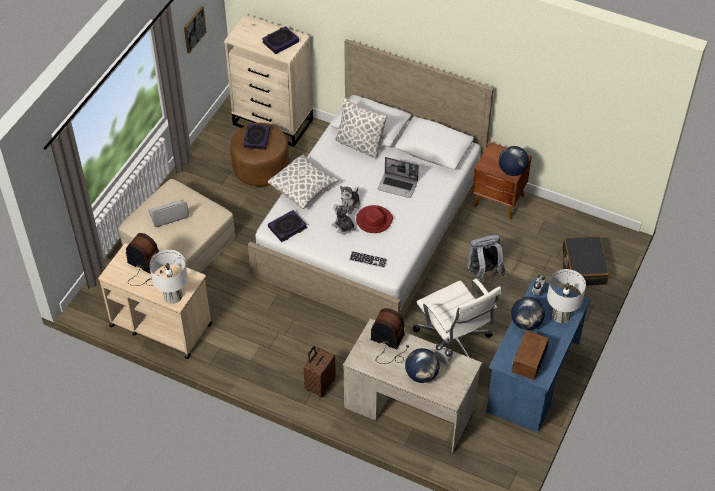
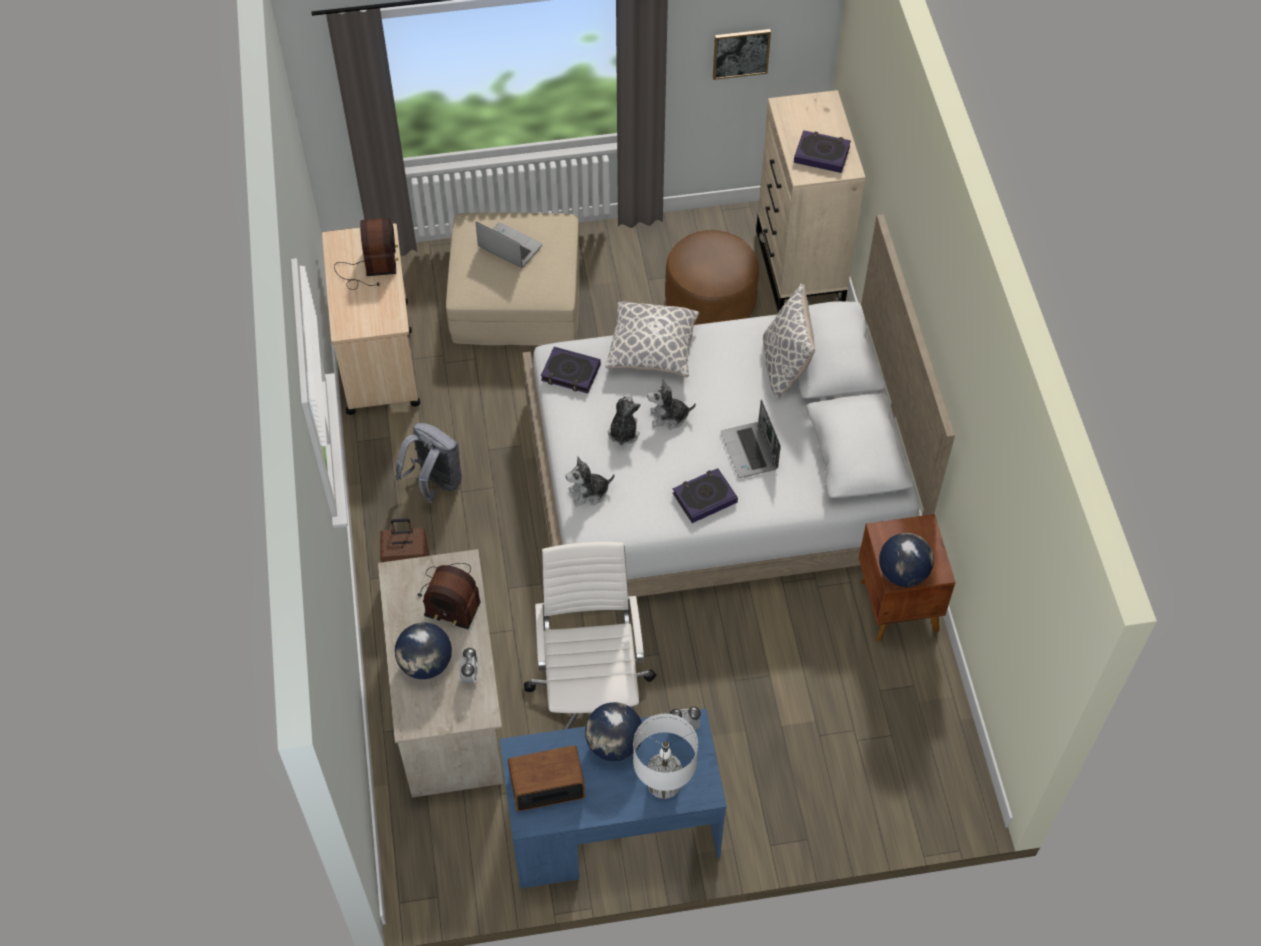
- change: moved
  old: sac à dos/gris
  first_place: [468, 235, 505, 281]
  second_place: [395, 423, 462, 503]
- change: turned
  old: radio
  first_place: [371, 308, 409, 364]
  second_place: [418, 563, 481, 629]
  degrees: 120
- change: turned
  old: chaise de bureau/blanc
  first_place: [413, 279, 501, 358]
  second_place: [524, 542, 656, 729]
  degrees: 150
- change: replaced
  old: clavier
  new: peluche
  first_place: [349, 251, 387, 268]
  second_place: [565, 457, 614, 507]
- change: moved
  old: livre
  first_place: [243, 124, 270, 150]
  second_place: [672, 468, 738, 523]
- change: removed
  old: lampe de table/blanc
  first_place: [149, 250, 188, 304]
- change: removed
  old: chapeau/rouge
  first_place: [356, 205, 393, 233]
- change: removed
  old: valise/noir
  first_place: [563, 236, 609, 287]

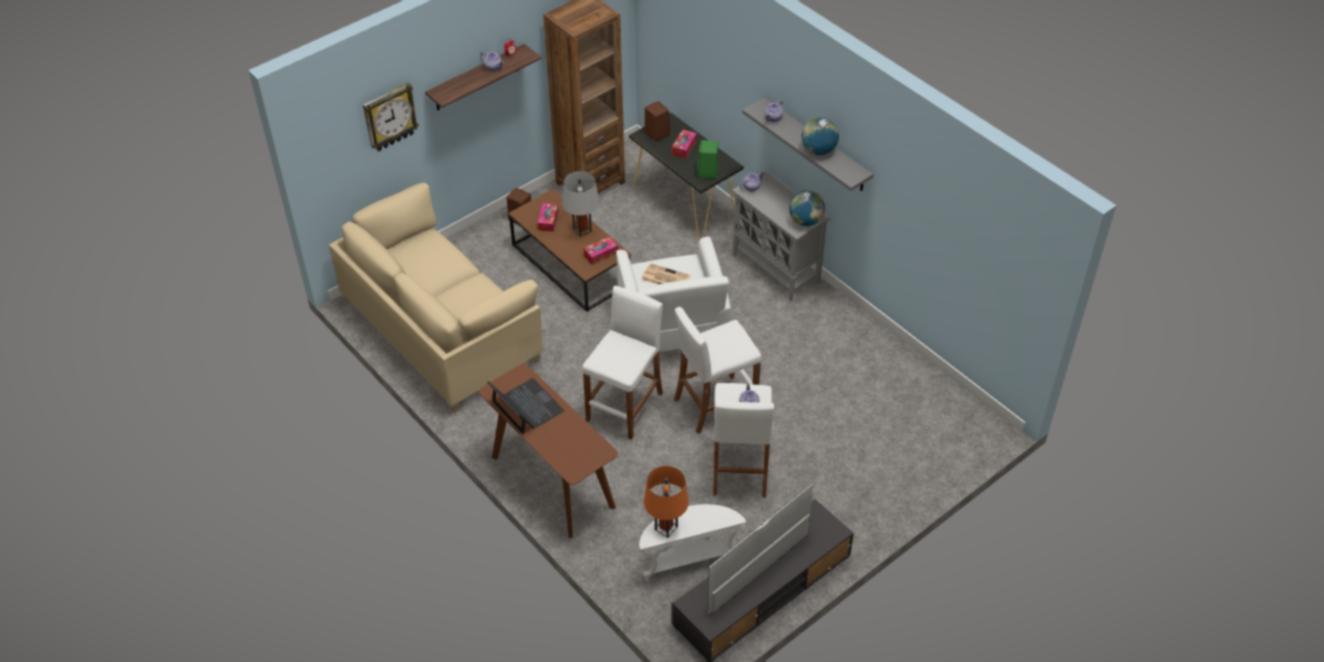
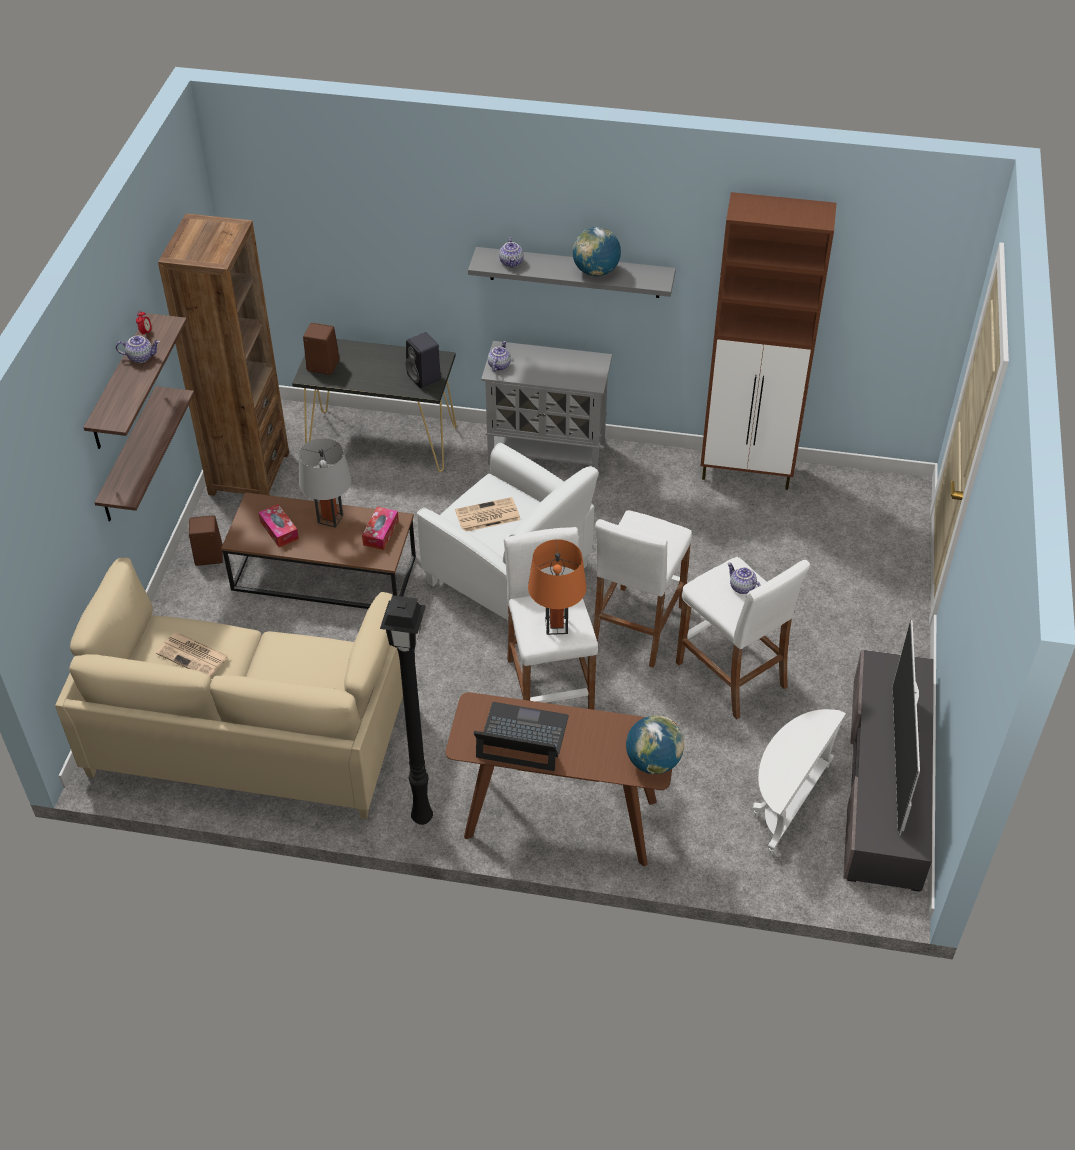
- change: added
  new: étagère
  second_place: [94, 386, 194, 521]
- change: added
  new: journal
  second_place: [156, 632, 229, 677]
- change: added
  new: lampadaire/noir
  second_place: [380, 595, 433, 825]
- change: recoloured
  old: enceinte/vert
  new: enceinte/noir
  first_place: [697, 140, 718, 179]
  second_place: [405, 332, 441, 388]
- change: moved
  old: lampe de table/orange
  first_place: [644, 466, 689, 538]
  second_place: [528, 539, 586, 635]
- change: moved
  old: globe
  first_place: [789, 190, 825, 226]
  second_place: [626, 716, 684, 775]
- change: added
  new: meuble de rangement/marron
  second_place: [700, 192, 836, 490]
- change: removed
  old: horloge murale
  first_place: [363, 82, 419, 151]
- change: removed
  old: boîte à mouchoirs
  first_place: [672, 130, 697, 158]

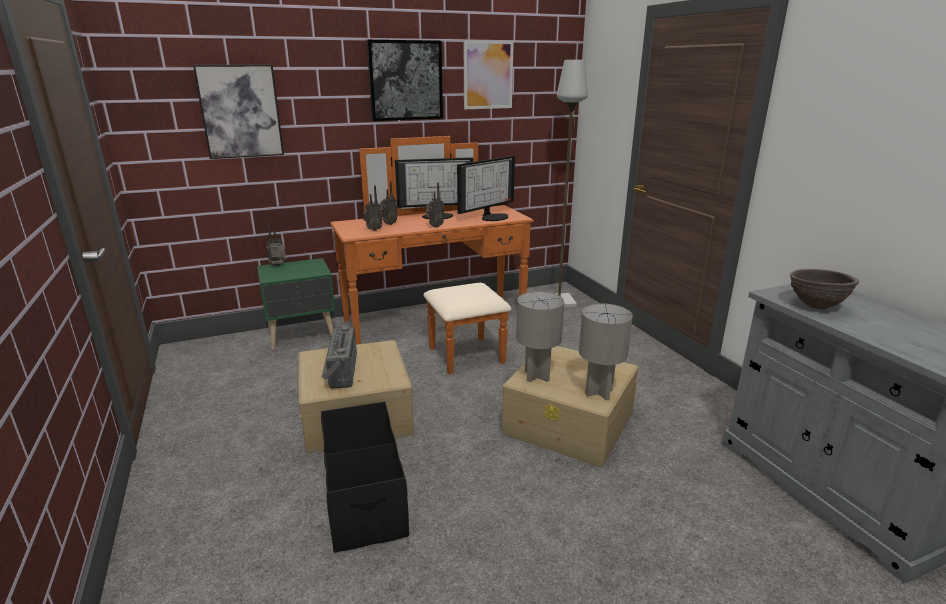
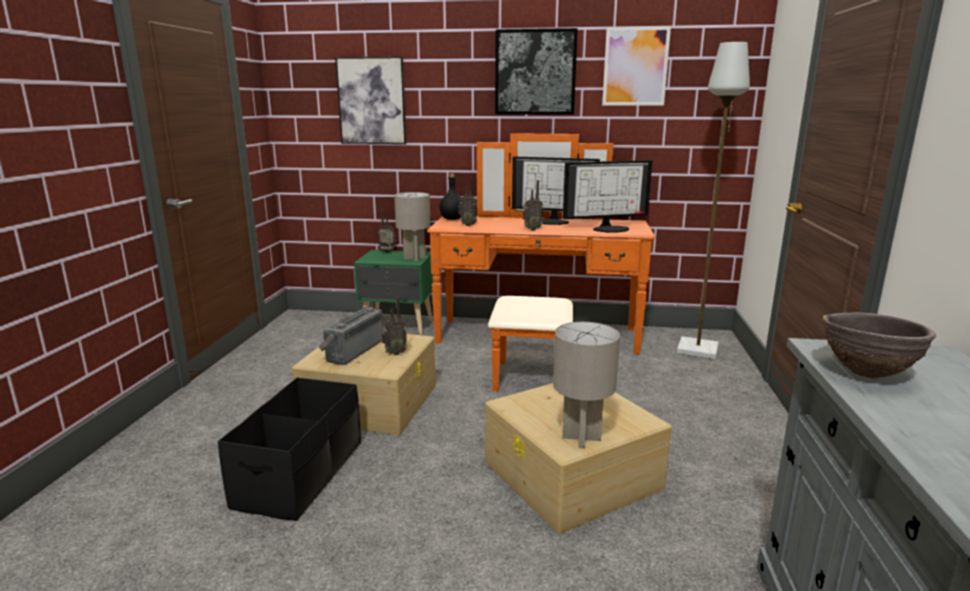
- change: moved
  old: radio
  first_place: [380, 180, 398, 225]
  second_place: [381, 297, 407, 355]
- change: moved
  old: lampe de table/gris
  first_place: [516, 291, 565, 382]
  second_place: [394, 192, 431, 261]
- change: added
  new: bouteille/noir
  second_place: [439, 173, 462, 220]

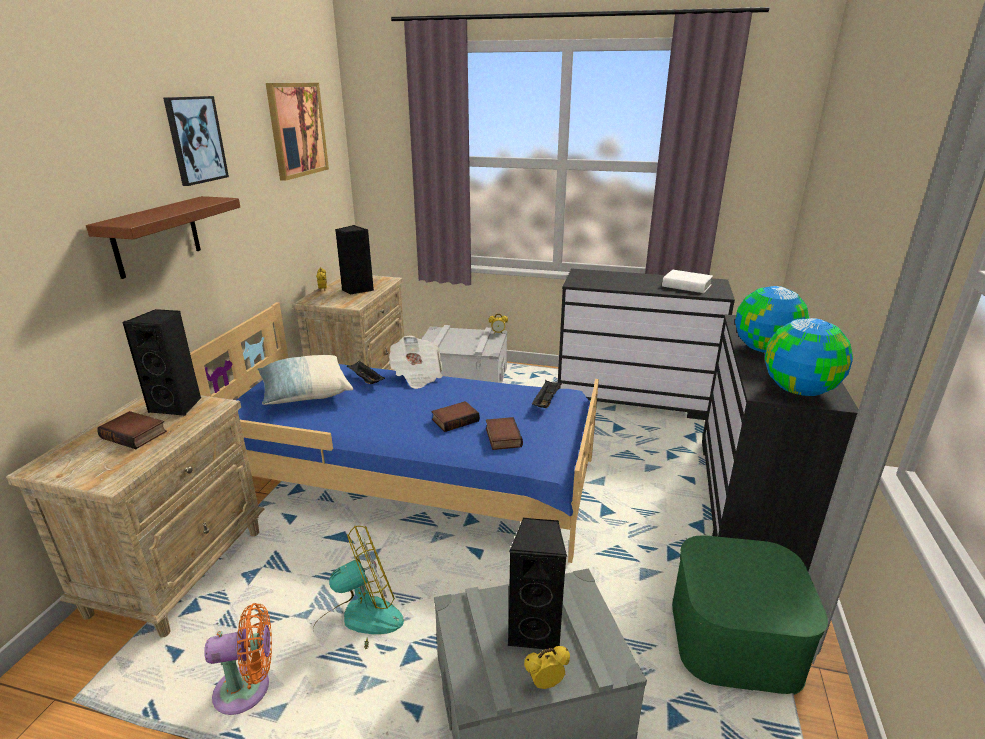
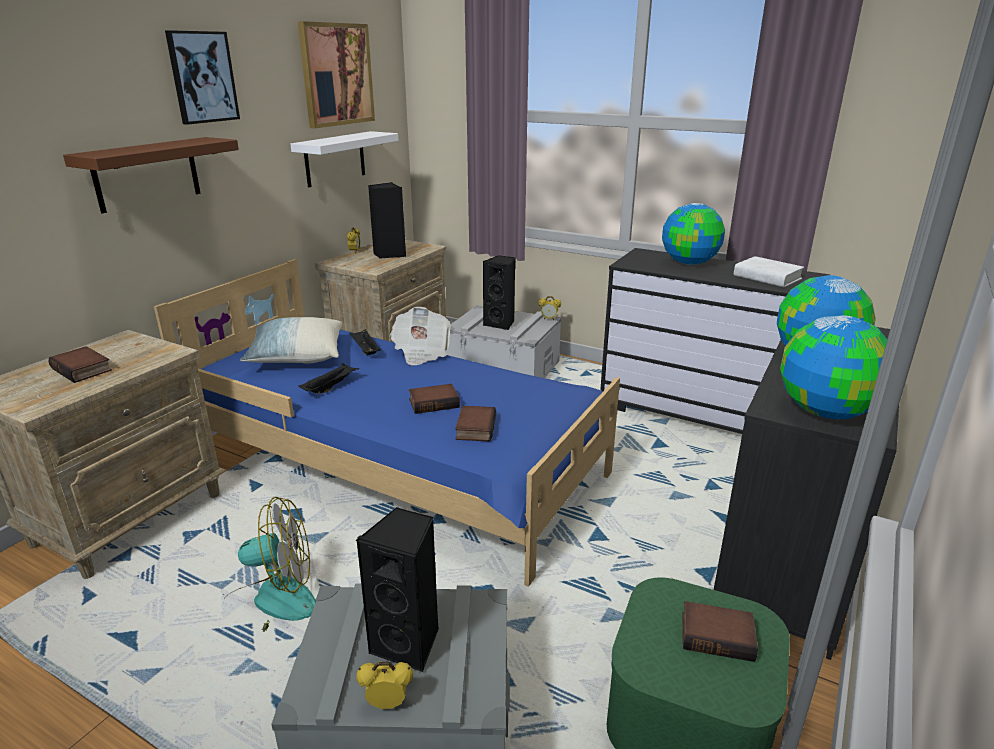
- change: added
  new: étagère/blanc
  second_place: [290, 131, 398, 187]
- change: moved
  old: plateau/noir
  first_place: [532, 380, 563, 408]
  second_place: [299, 363, 359, 394]
- change: moved
  old: enceinte/noir
  first_place: [122, 309, 202, 417]
  second_place: [483, 255, 515, 330]
- change: added
  new: globe
  second_place: [662, 203, 725, 265]
- change: added
  new: livre
  second_place: [682, 601, 758, 662]
- change: removed
  old: ventilateur/orange
  first_place: [204, 603, 272, 715]

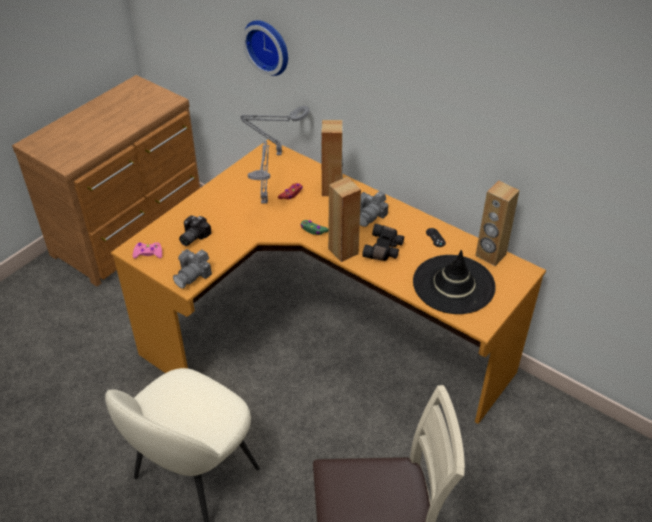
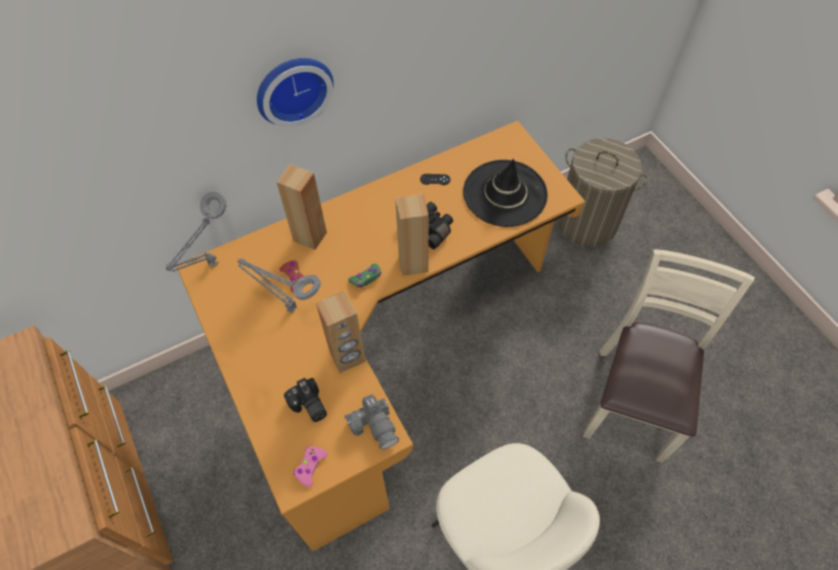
- change: moved
  old: horloge murale
  first_place: [242, 20, 288, 76]
  second_place: [257, 58, 334, 127]
- change: moved
  old: enceinte/marron
  first_place: [475, 181, 520, 266]
  second_place: [316, 291, 366, 373]
- change: added
  new: panier à linge
  second_place: [557, 138, 648, 247]
- change: removed
  old: appareil photo
  first_place: [360, 191, 388, 227]

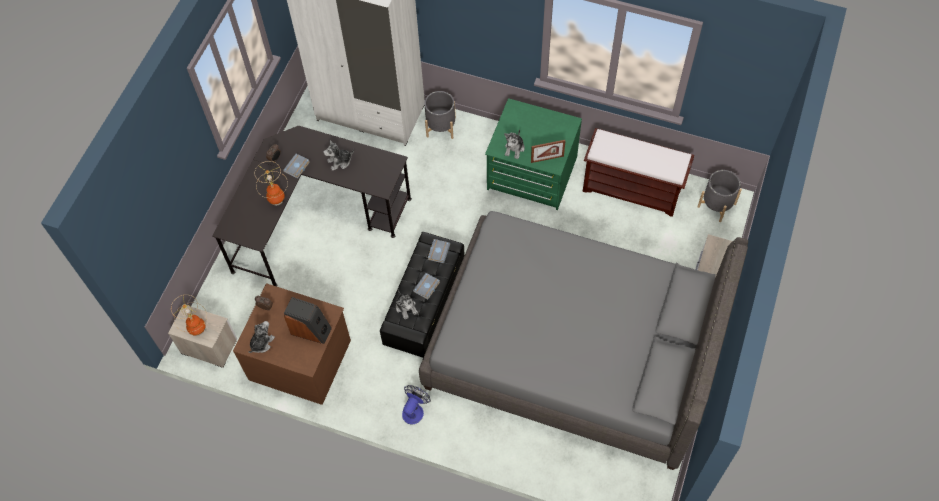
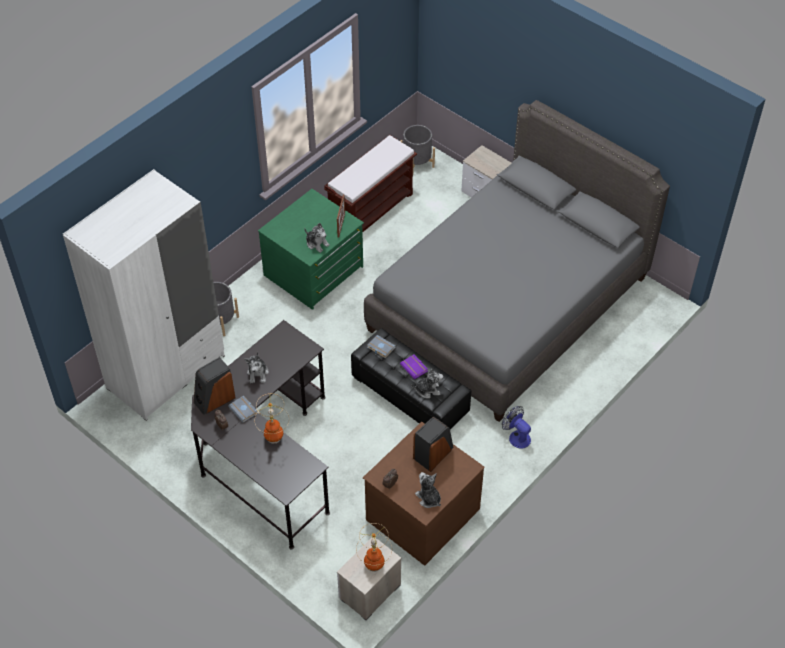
- change: added
  new: enceinte
  second_place: [194, 357, 235, 415]
- change: recoloured
  old: livre/gris
  new: livre/violet
  first_place: [413, 273, 440, 300]
  second_place: [400, 354, 428, 379]

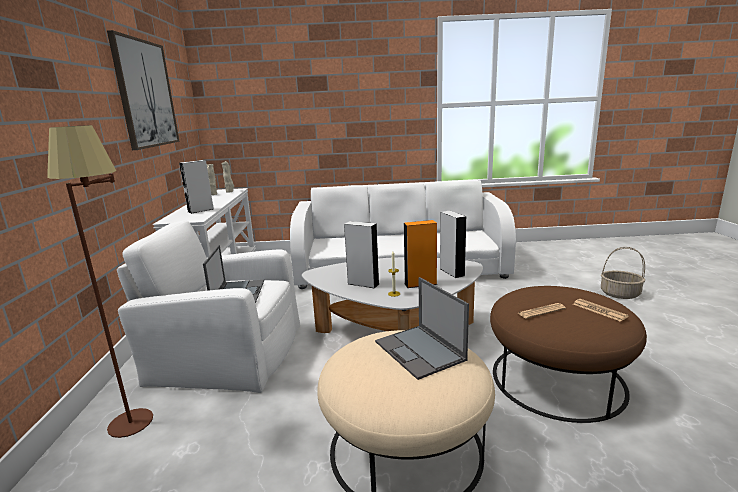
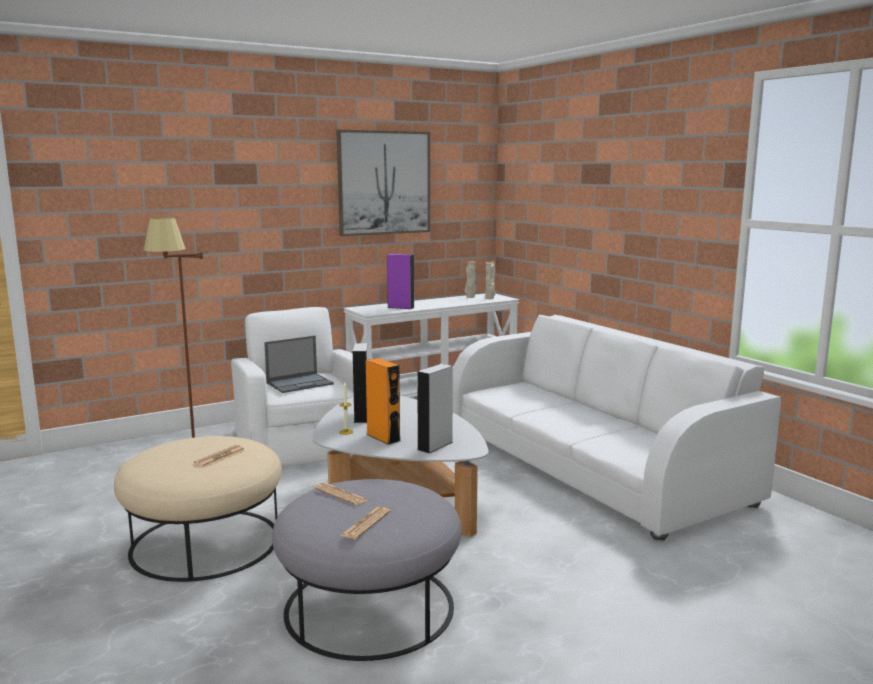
- change: replaced
  old: ordinateur portable
  new: journal
  first_place: [375, 277, 469, 380]
  second_place: [194, 445, 245, 467]
- change: recoloured
  old: pouf/marron
  new: pouf/gris
  first_place: [490, 286, 647, 423]
  second_place: [272, 479, 462, 661]
- change: recoloured
  old: enceinte/gris
  new: enceinte/violet
  first_place: [179, 160, 214, 214]
  second_place: [387, 254, 415, 309]
- change: removed
  old: panier
  first_place: [601, 247, 645, 299]

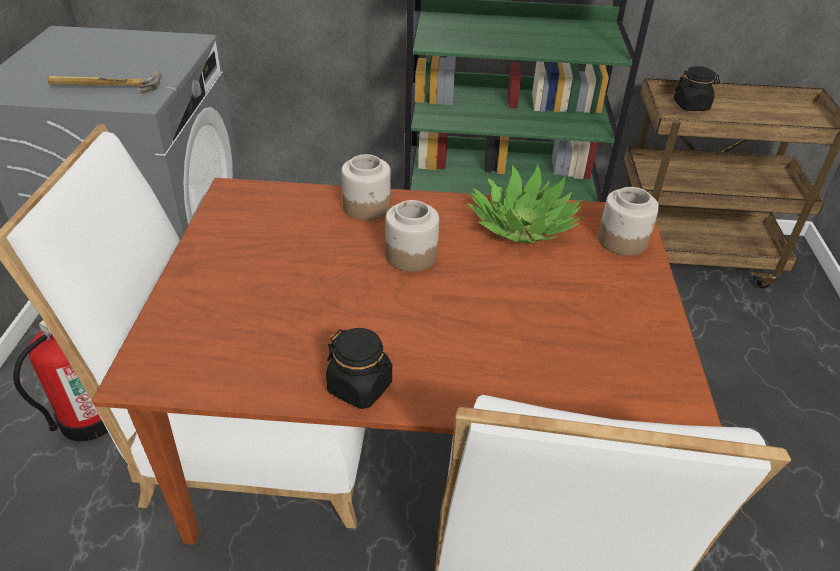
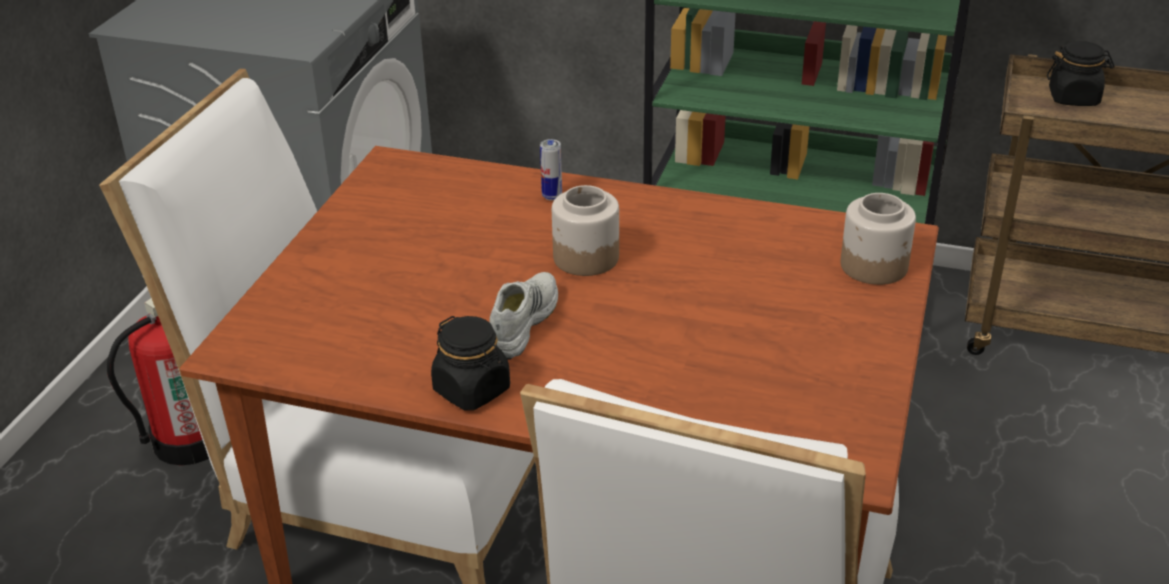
- change: added
  new: chaussure/blanc
  second_place: [490, 272, 558, 359]
- change: replaced
  old: bocal
  new: boîte métallique
  first_place: [341, 154, 391, 220]
  second_place: [540, 139, 562, 200]
- change: removed
  old: marteau
  first_place: [48, 70, 162, 96]
- change: removed
  old: plante en pot
  first_place: [467, 164, 583, 243]

